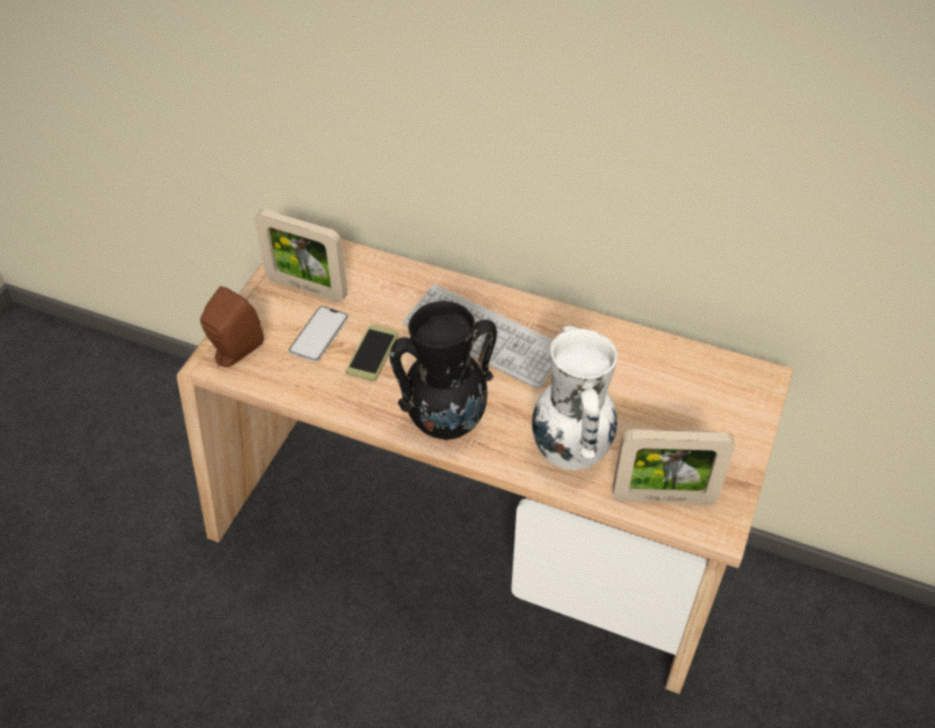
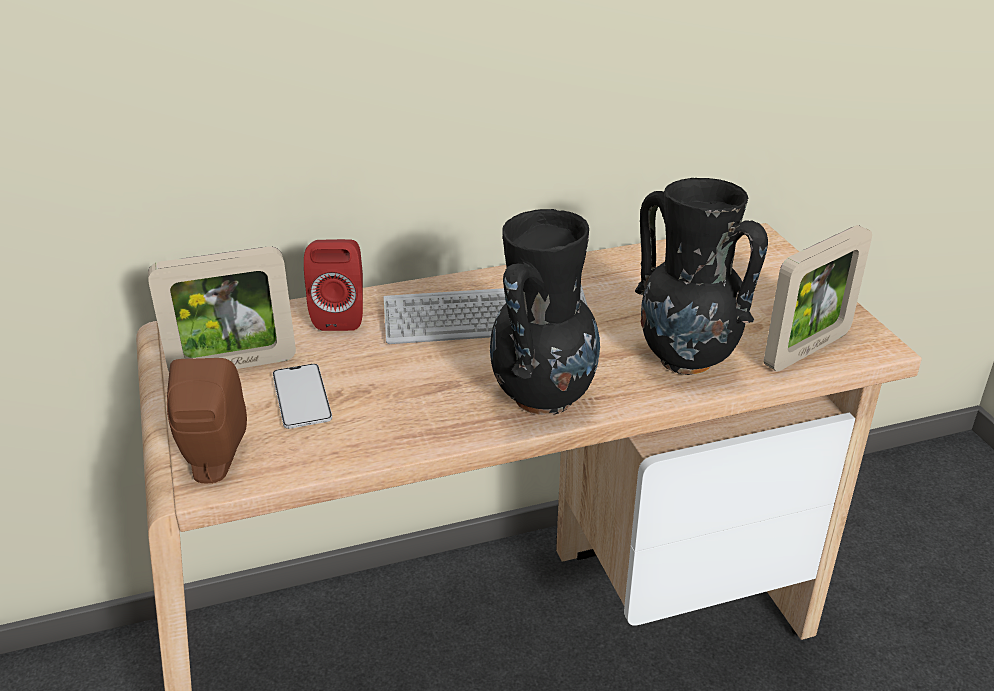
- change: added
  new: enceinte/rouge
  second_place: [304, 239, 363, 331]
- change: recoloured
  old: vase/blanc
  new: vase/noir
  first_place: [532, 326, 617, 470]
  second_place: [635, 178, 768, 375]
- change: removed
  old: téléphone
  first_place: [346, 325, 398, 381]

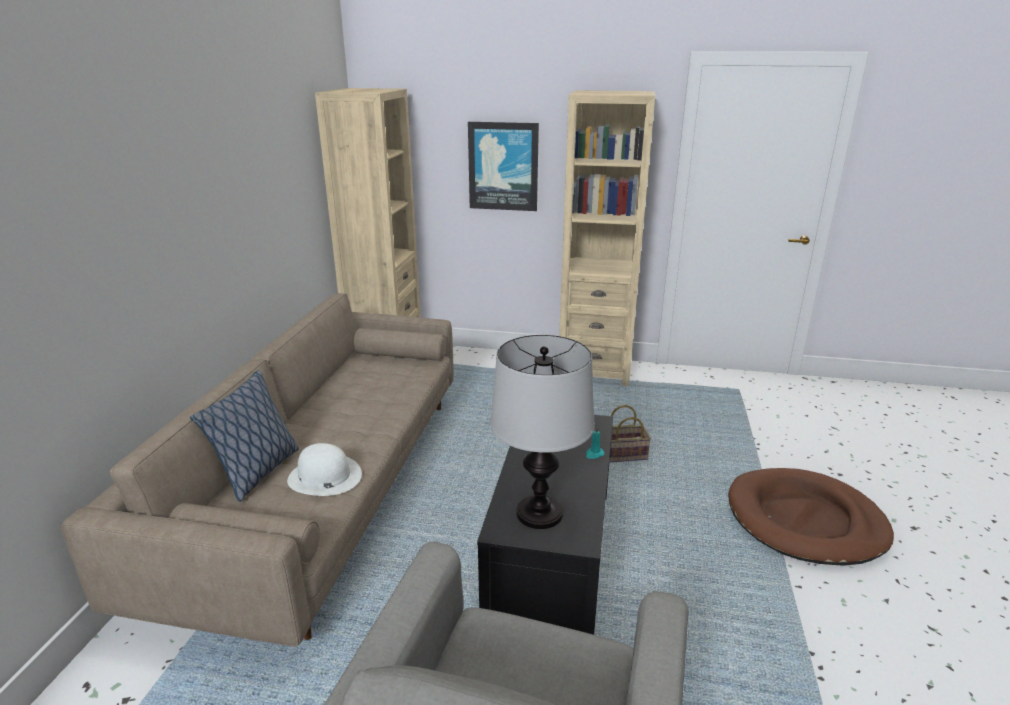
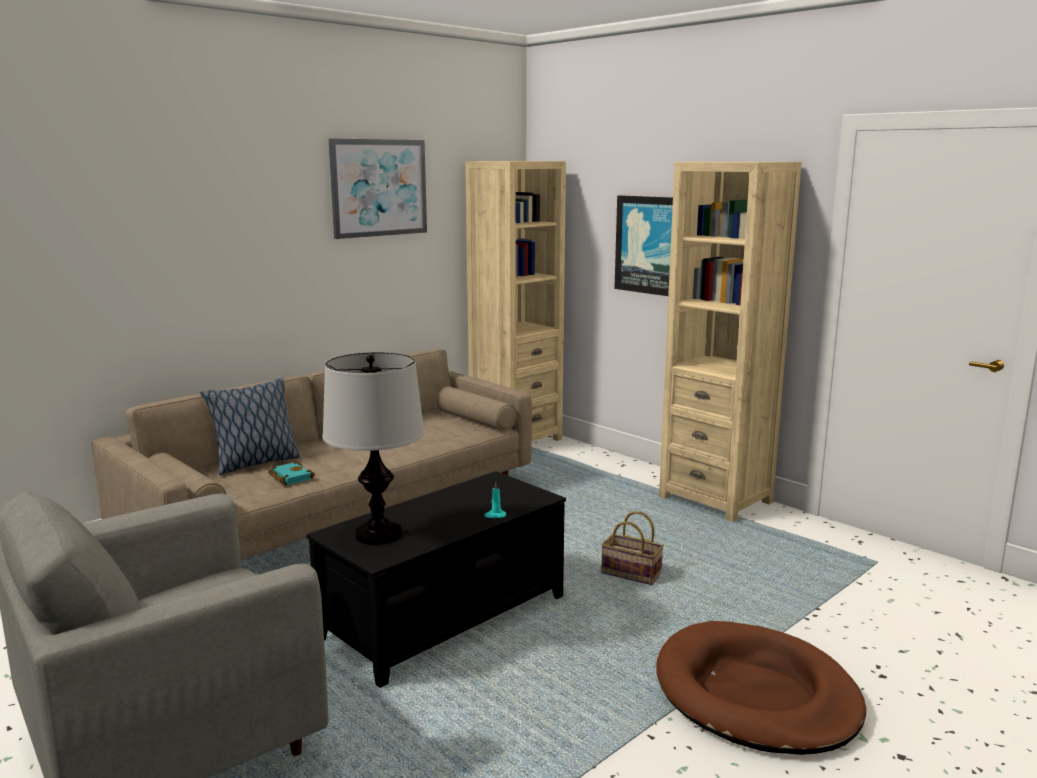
- change: replaced
  old: chapeau/blanc
  new: livre/turquoise
  first_place: [287, 443, 362, 496]
  second_place: [268, 461, 315, 485]
- change: added
  new: tableau
  second_place: [329, 139, 427, 239]

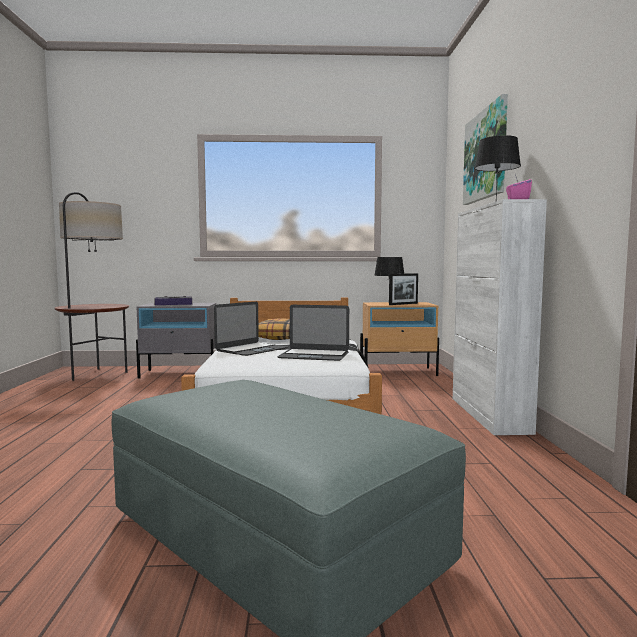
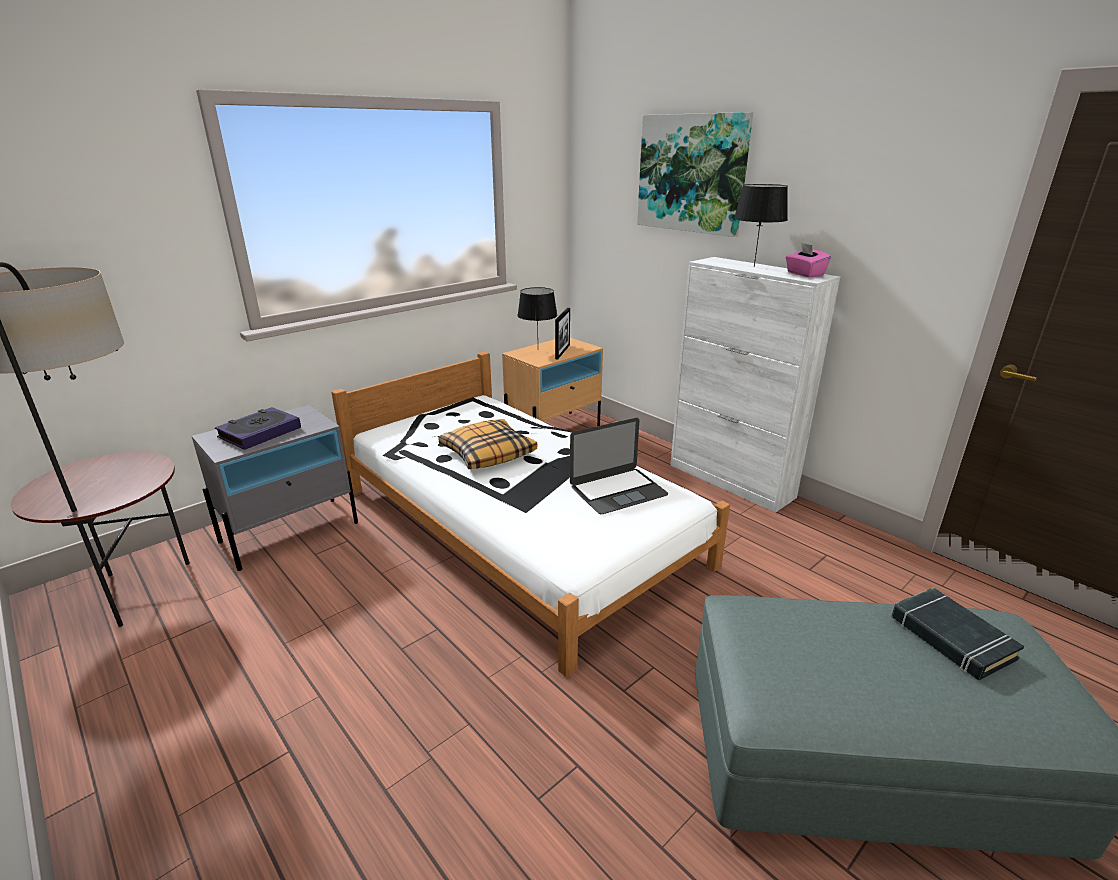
- change: added
  new: livre/noir
  second_place: [891, 587, 1024, 680]
- change: removed
  old: ordinateur portable
  first_place: [214, 302, 288, 356]

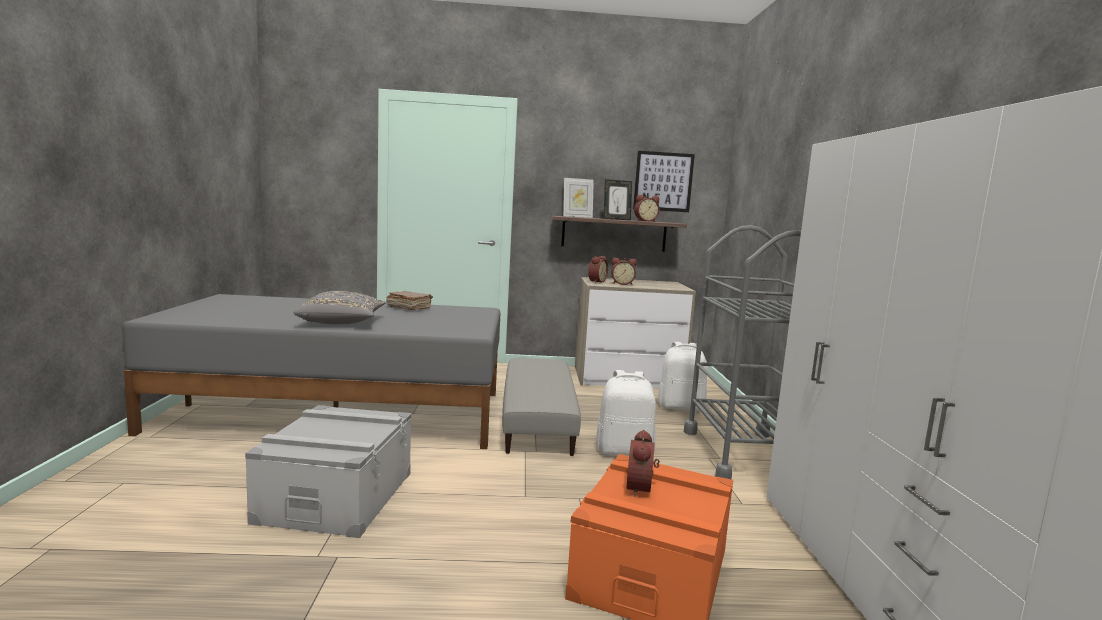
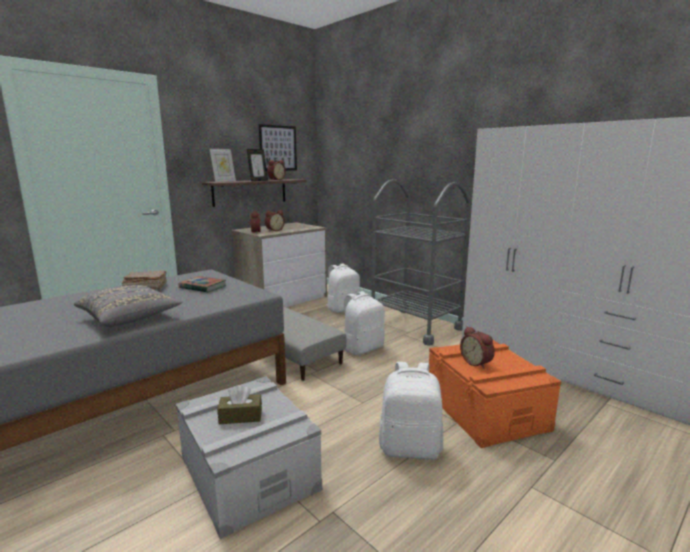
- change: added
  new: livre
  second_place: [178, 276, 226, 293]
- change: added
  new: boîte à mouchoirs/marron
  second_place: [217, 385, 262, 424]
- change: added
  new: sac à dos/blanc
  second_place: [379, 362, 443, 460]

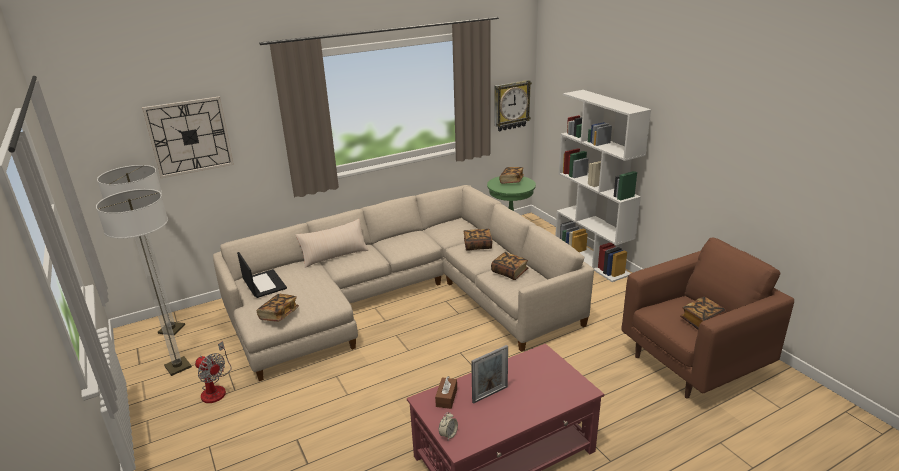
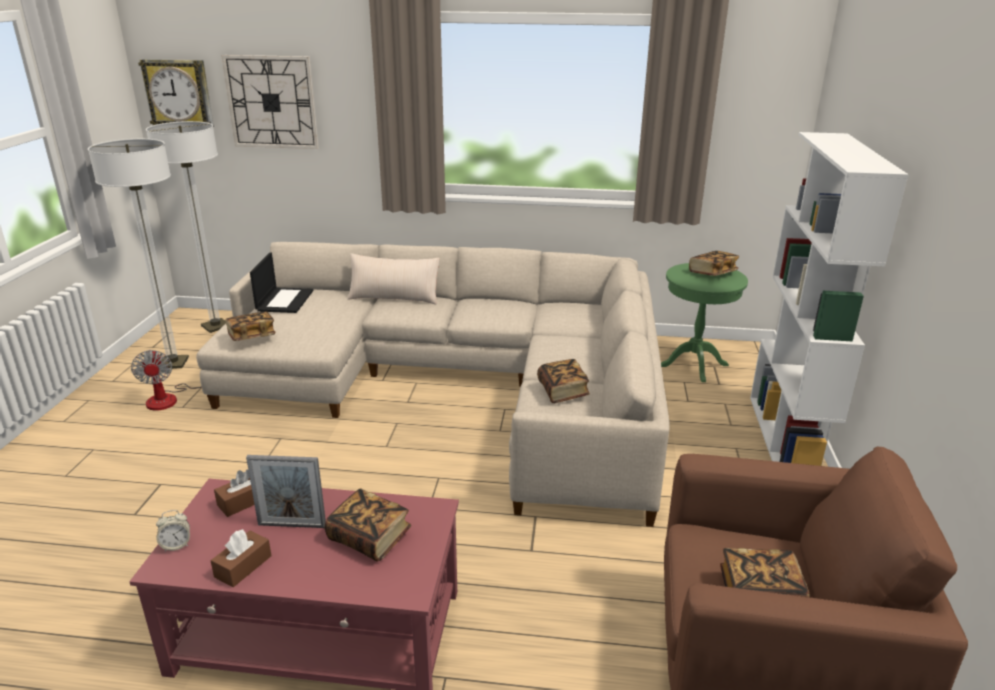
- change: moved
  old: horloge murale
  first_place: [495, 80, 532, 131]
  second_place: [138, 59, 214, 127]
- change: added
  new: boîte à mouchoirs/marron
  second_place: [211, 529, 272, 587]
- change: moved
  old: livre
  first_place: [464, 229, 492, 251]
  second_place: [325, 488, 411, 562]

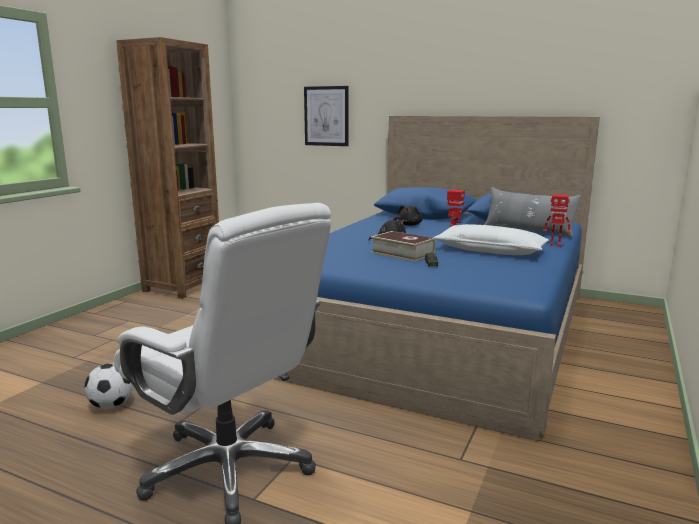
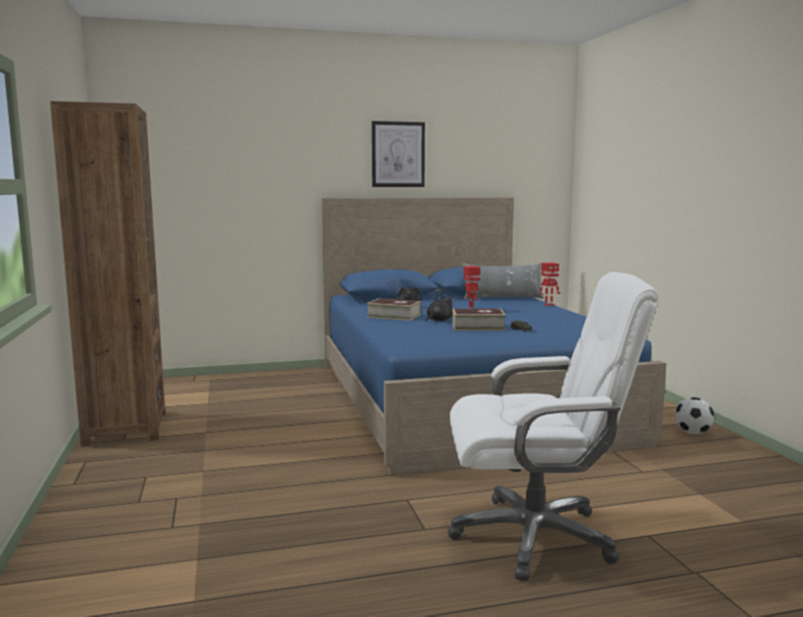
- change: added
  new: livre
  second_place: [367, 298, 421, 321]
- change: moved
  old: tableau
  first_place: [304, 86, 349, 146]
  second_place: [372, 121, 425, 187]
- change: moved
  old: ballon de foot
  first_place: [84, 363, 133, 409]
  second_place: [675, 397, 714, 434]
- change: removed
  old: coussin/blanc
  first_place: [433, 224, 549, 255]

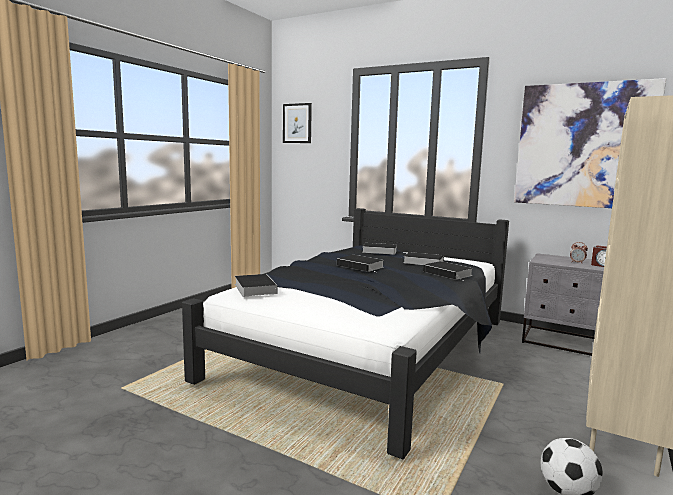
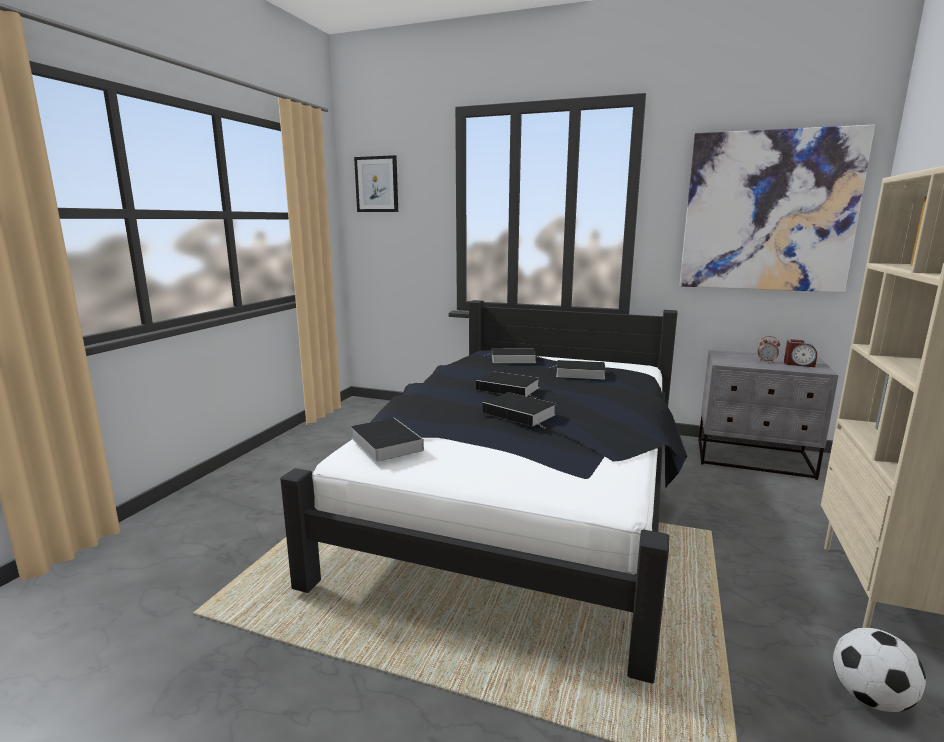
- change: moved
  old: livre
  first_place: [423, 261, 473, 280]
  second_place: [482, 392, 556, 428]

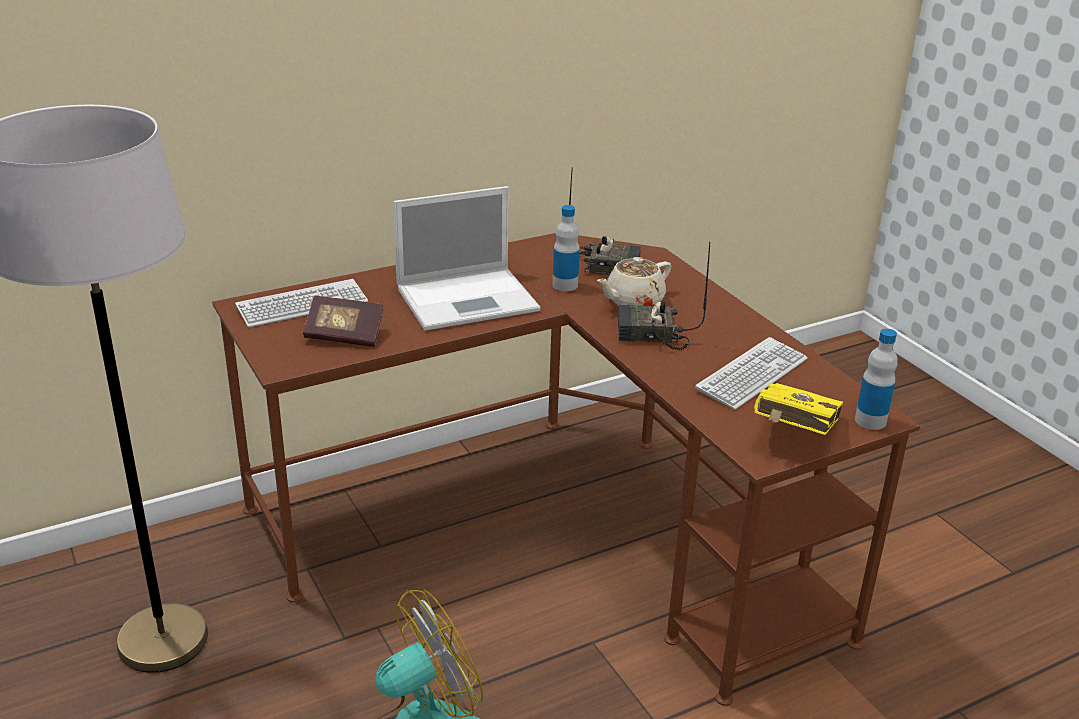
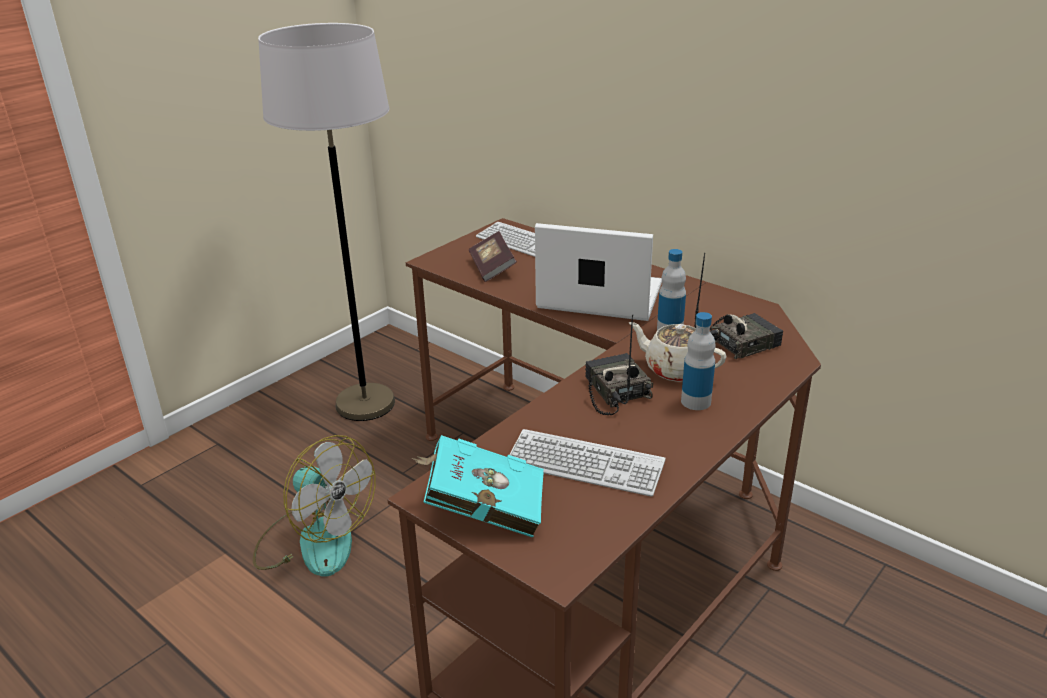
- change: recoloured
  old: livre/jaune
  new: livre/turquoise
  first_place: [754, 383, 843, 435]
  second_place: [412, 435, 544, 537]
- change: turned
  old: ordinateur portable
  first_place: [393, 186, 540, 331]
  second_place: [535, 223, 662, 321]
  degrees: 150
- change: moved
  old: bouteille
  first_place: [855, 328, 898, 430]
  second_place: [681, 312, 716, 410]
- change: turned
  old: radio
  first_place: [569, 167, 641, 275]
  second_place: [695, 253, 783, 359]
  degrees: -105

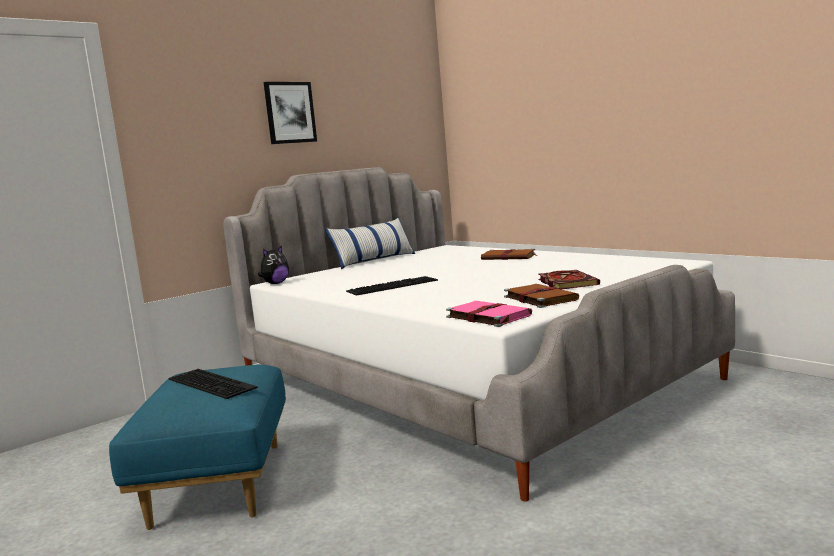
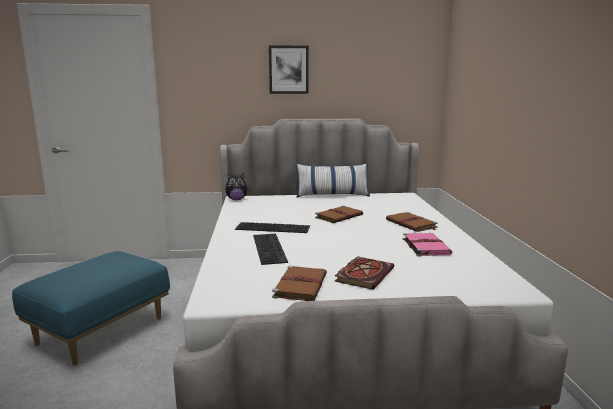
- change: moved
  old: clavier
  first_place: [169, 369, 258, 399]
  second_place: [253, 234, 288, 265]
- change: added
  new: livre/marron
  second_place: [315, 206, 363, 223]
- change: moved
  old: livre/rose
  first_place: [446, 301, 532, 327]
  second_place: [403, 233, 452, 257]

